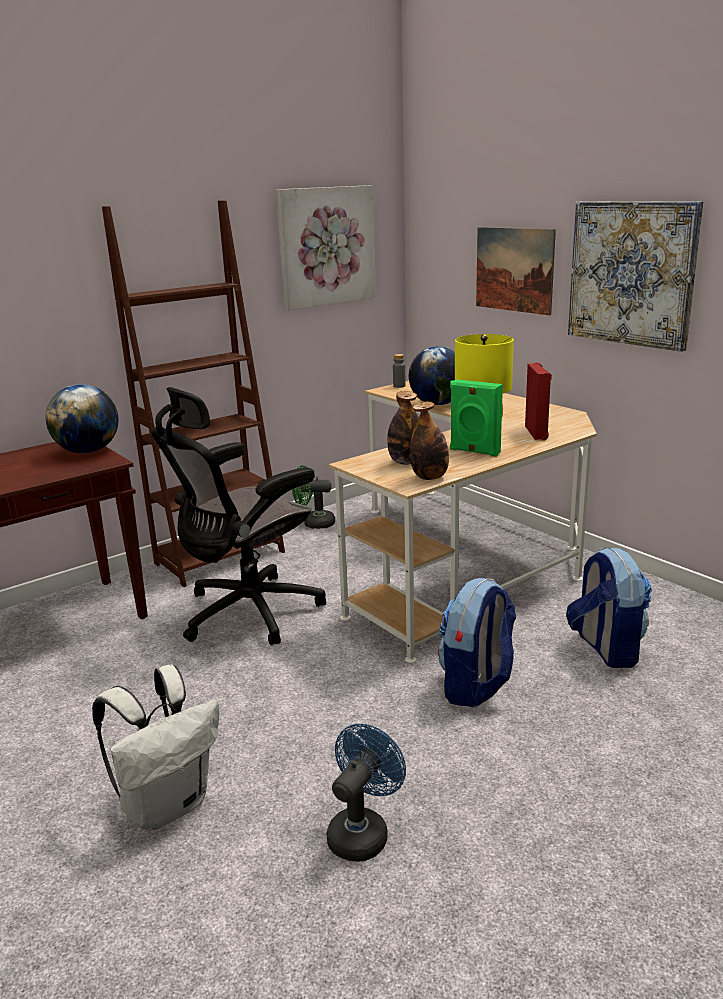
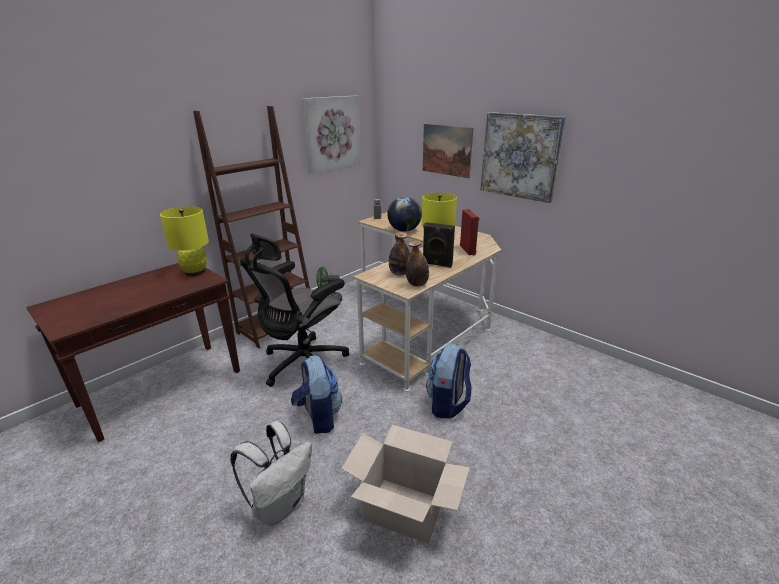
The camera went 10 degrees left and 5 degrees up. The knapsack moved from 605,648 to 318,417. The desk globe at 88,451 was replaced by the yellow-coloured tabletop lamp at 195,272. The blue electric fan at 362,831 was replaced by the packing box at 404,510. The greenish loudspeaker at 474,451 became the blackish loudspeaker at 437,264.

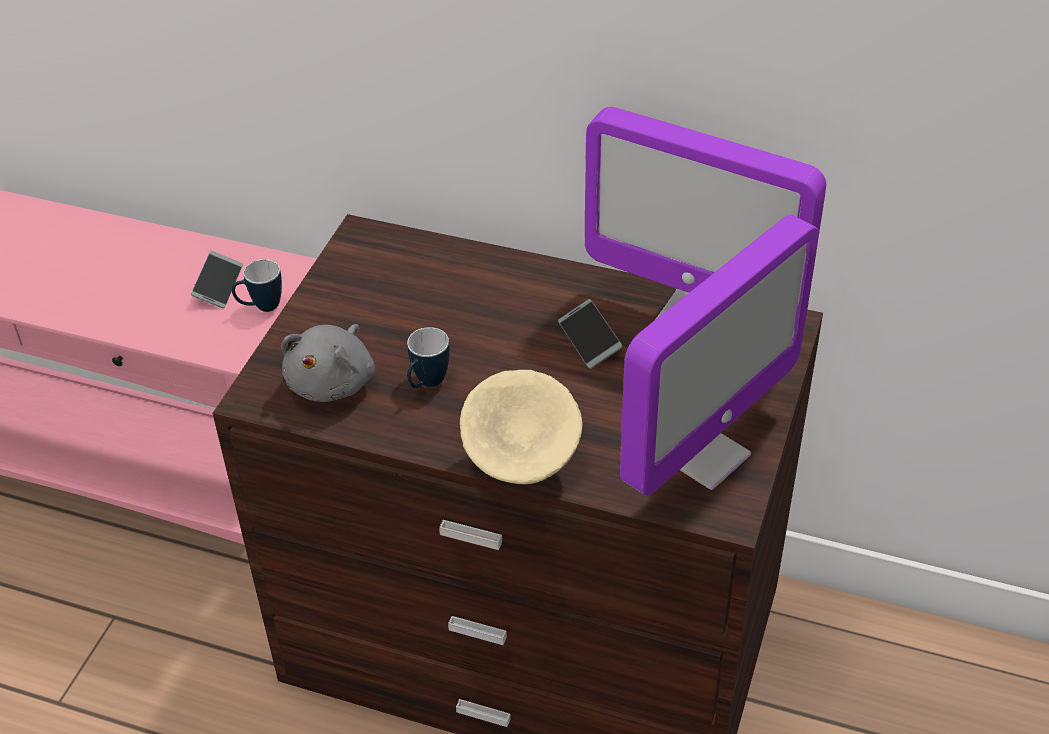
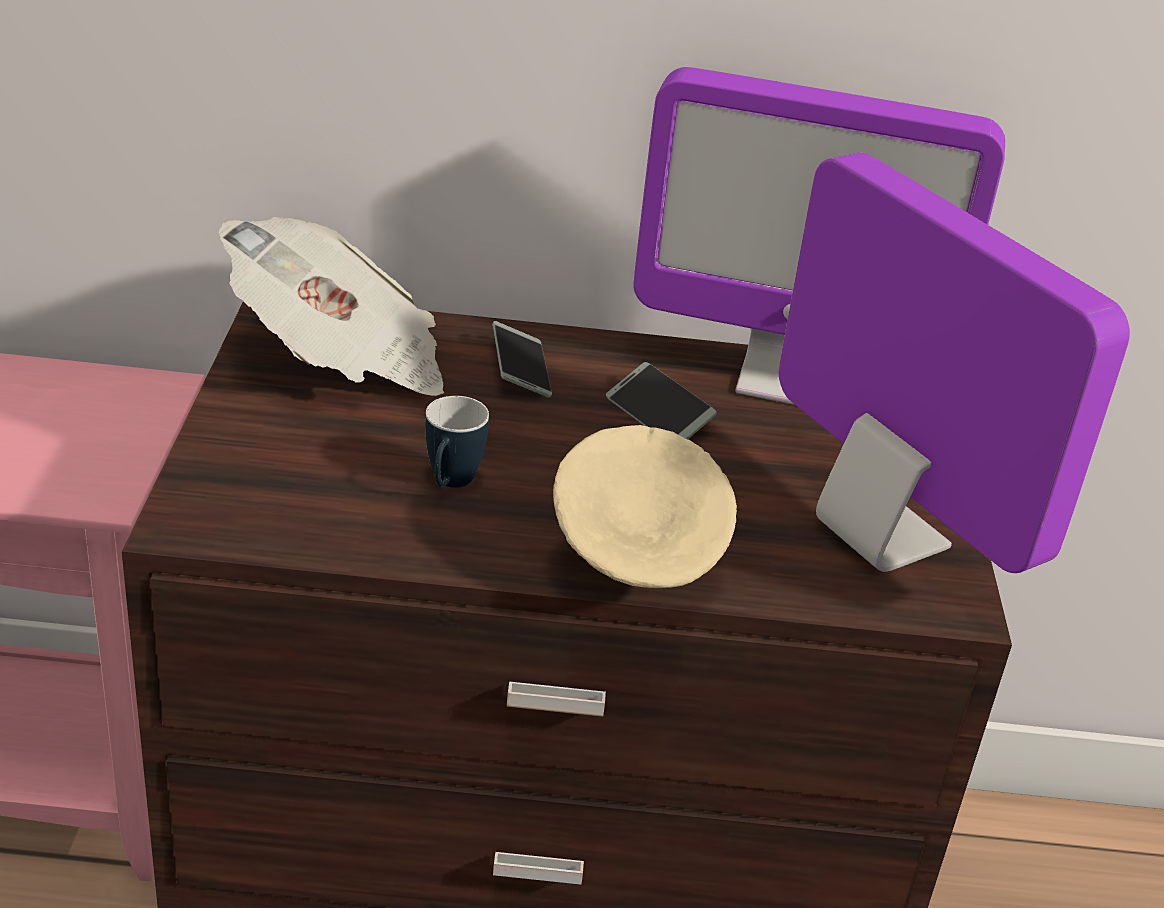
The camera went 20 degrees left and 10 degrees down. The coffee mug at 261,307 disappeared. The greyish cuddly toy at 333,382 disappeared. The daily paper at 341,359 appeared. The phone moved from 218,285 to 520,369. The monitor at 703,455 turned 60 degrees counterclockwise.

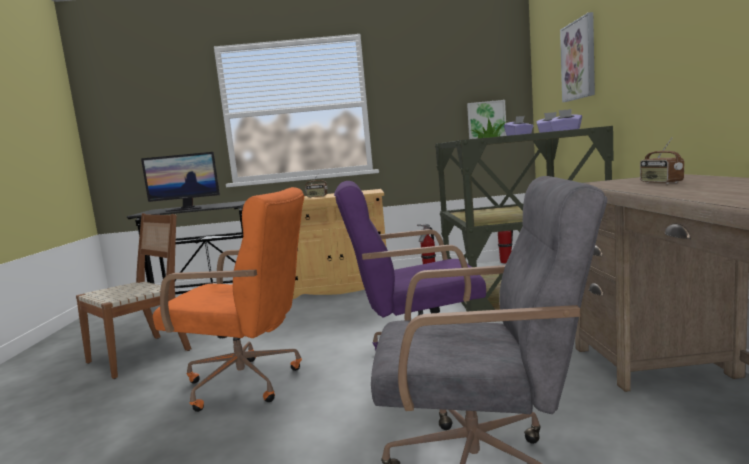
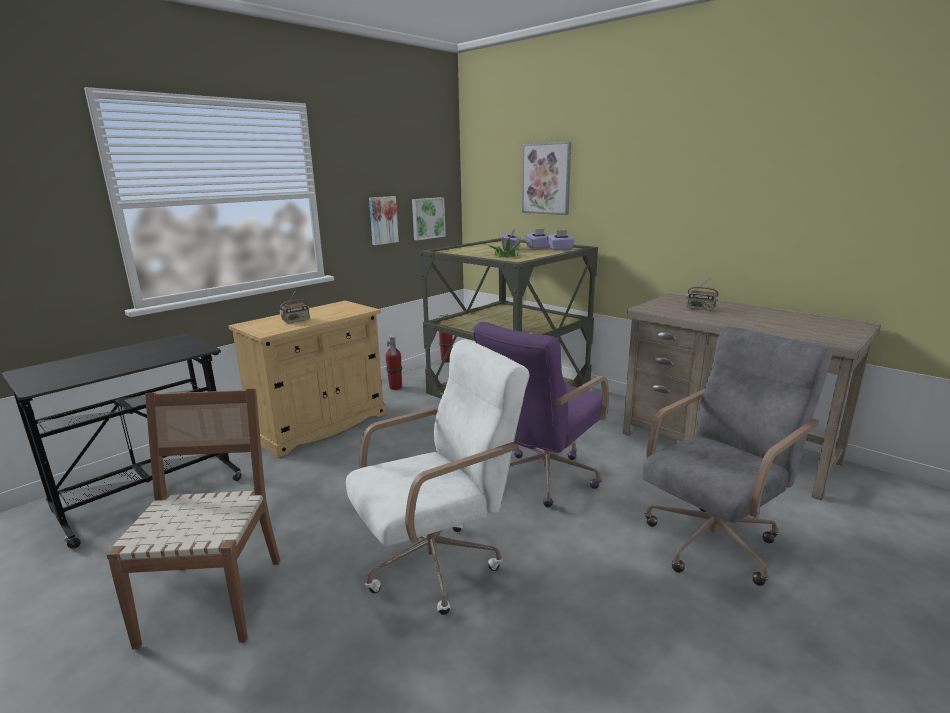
The camera went 45 degrees left and 10 degrees up. The monitor at 186,209 disappeared. The wall picture at 382,220 appeared. The orange office chair at 249,384 became the white office chair at 439,564.

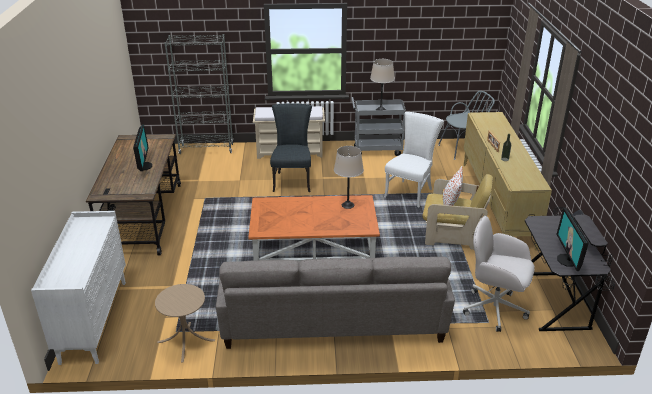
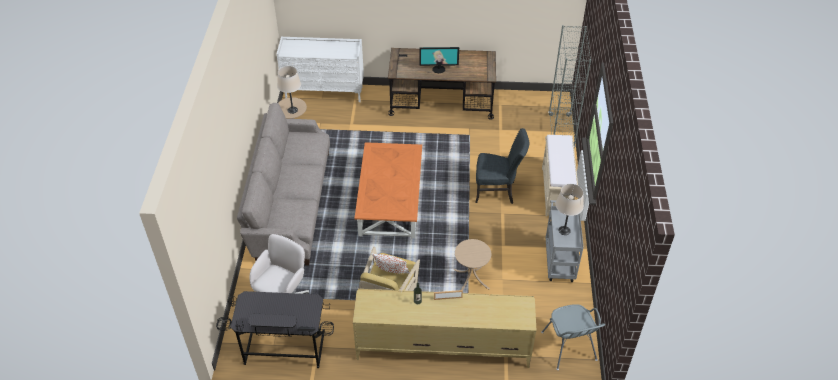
The camera went 95 degrees right and 15 degrees up. The monitor at 567,260 disappeared. The sand-coloured tabletop lamp moved from 348,205 to 292,110. The white upright chair at 410,192 was replaced by the sand-coloured side table at 471,279.

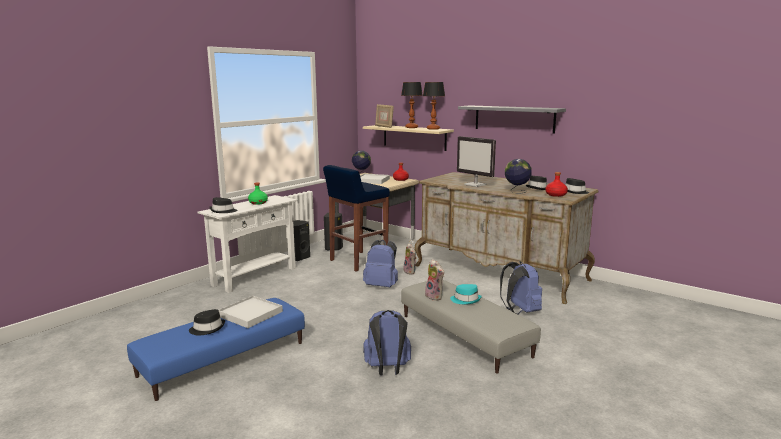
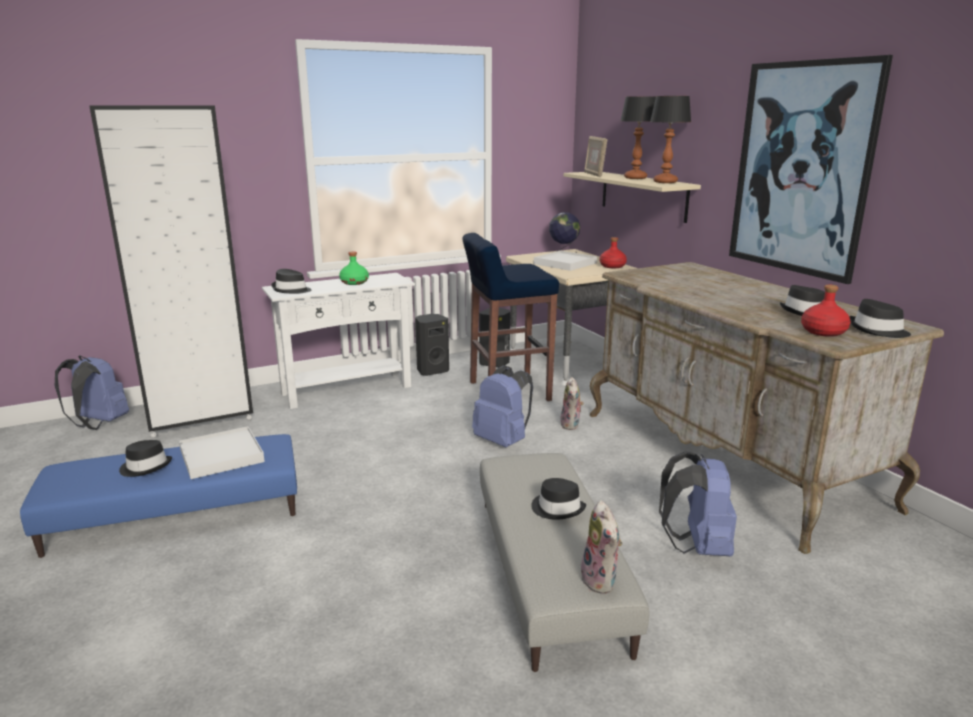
The camera went 25 degrees right and 5 degrees up. The monitor at 475,185 disappeared. The desk globe at 516,192 disappeared. The clothes cupboard at 199,413 appeared. The blue knapsack moved from 387,370 to 98,424. The cuddly toy moved from 435,297 to 601,581. The greyish shelf at 514,119 was replaced by the wall picture at 801,169. The turquoise-coloured wearable hat at 466,300 became the blackish wearable hat at 557,508.

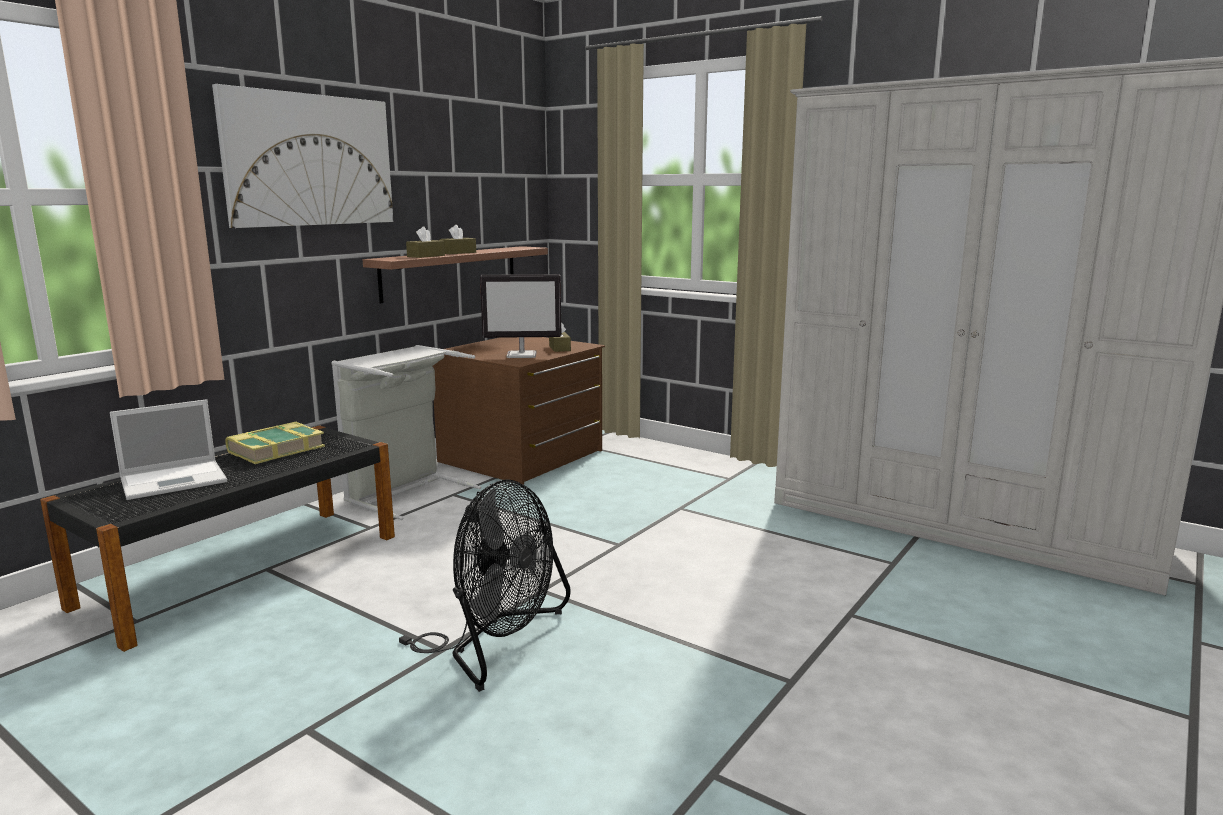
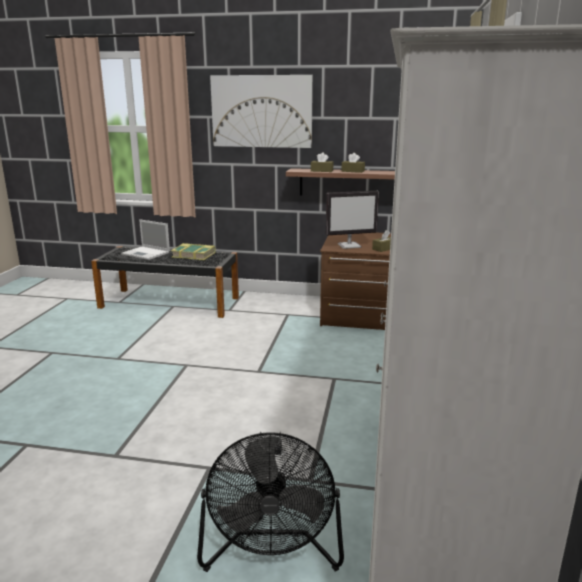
The camera went 65 degrees right and 5 degrees up. The greyish laundry basket at 405,492 disappeared. The blackish electric fan moved from 492,644 to 267,548. The monitor at 522,355 turned 75 degrees counterclockwise.

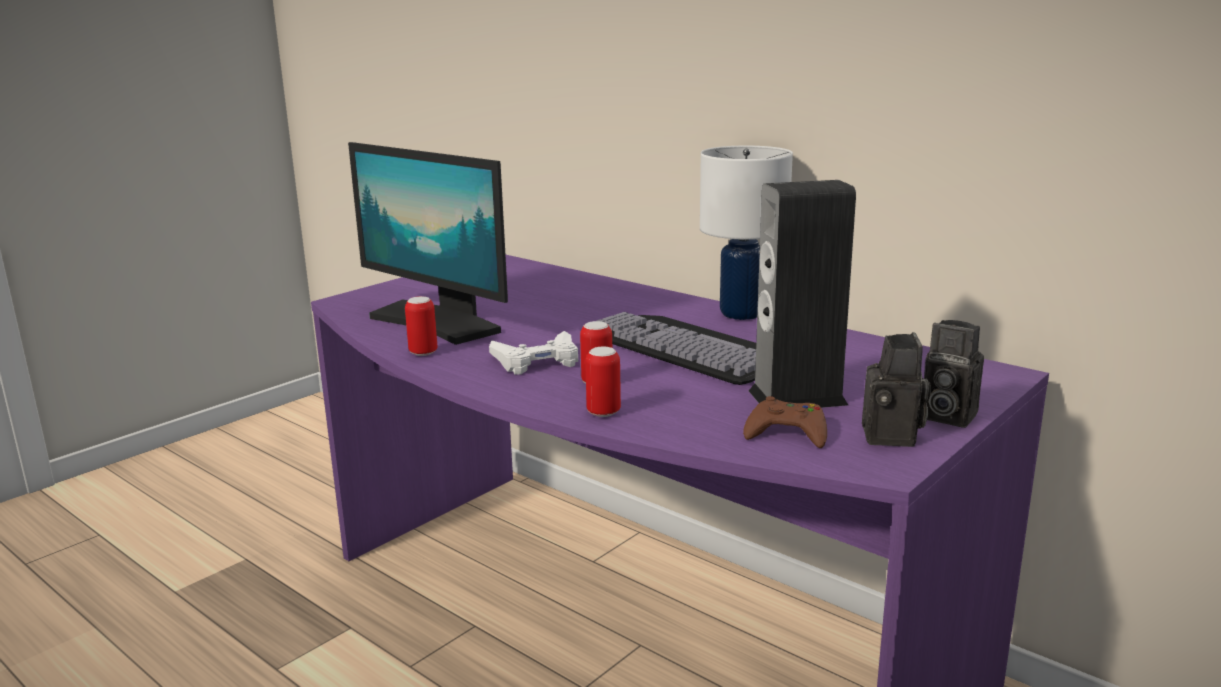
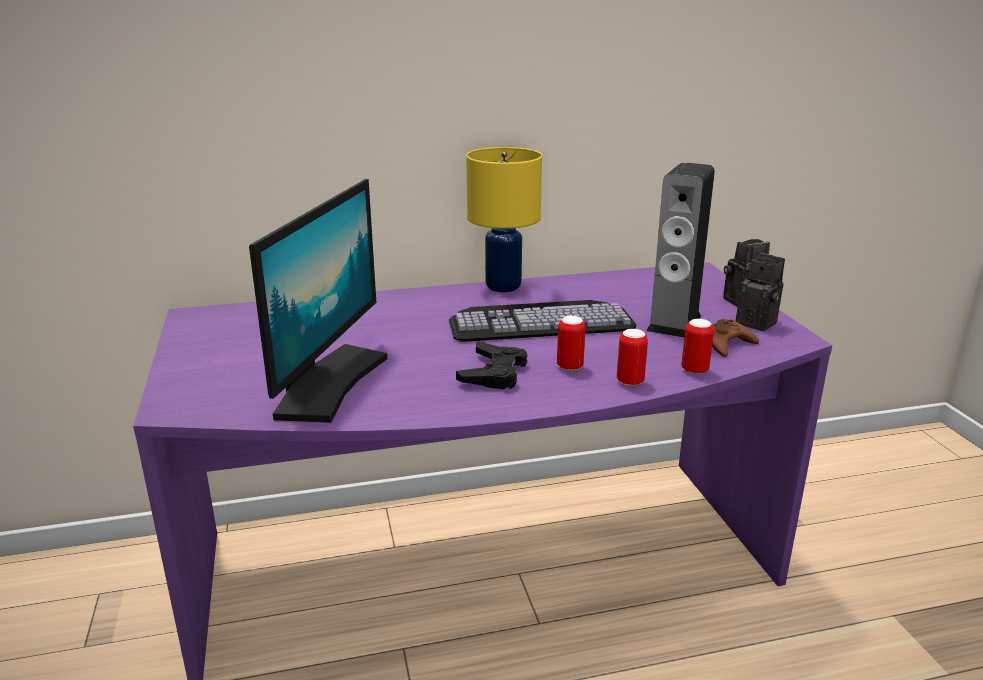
The camera went 55 degrees left and 5 degrees up. The metal can moved from 423,352 to 694,370. The white joypad at 537,361 became the blackish joypad at 494,373. The white tabletop lamp at 741,313 became the yellow-coloured tabletop lamp at 501,286. The monitor at 437,322 turned 60 degrees counterclockwise.

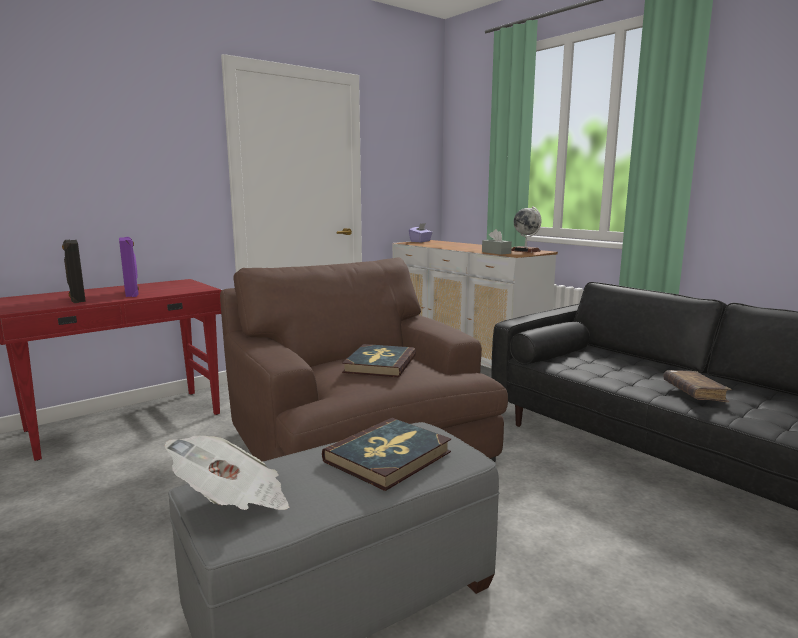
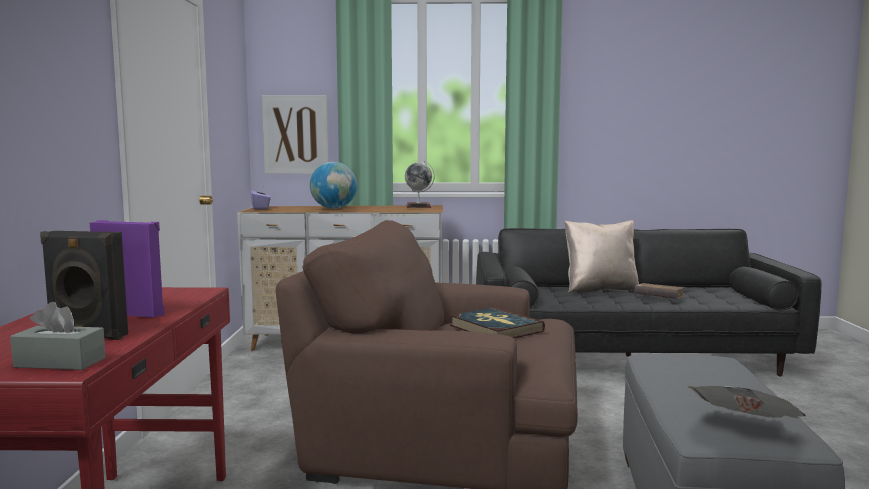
The camera went 50 degrees left and 5 degrees down. The volume at 388,457 disappeared. The wall picture at 295,134 appeared. The desk globe at 334,208 appeared. The sand-coloured throw pillow at 600,289 appeared. The greyish box of tissues moved from 496,252 to 60,362.

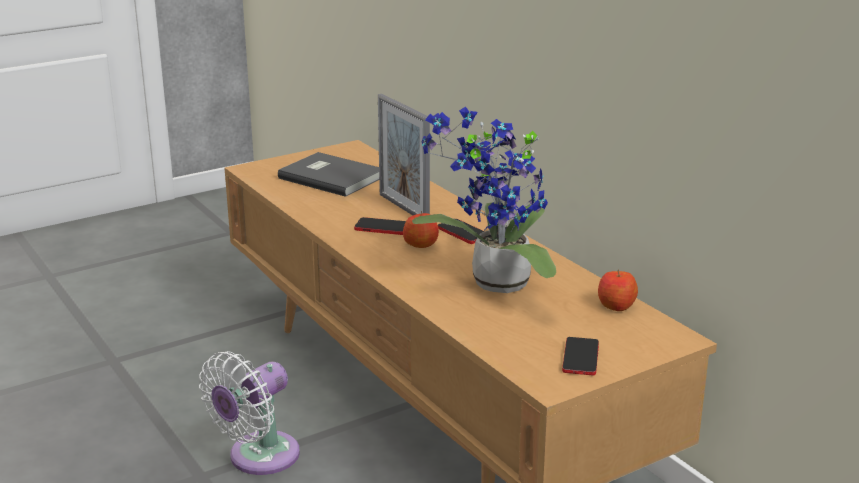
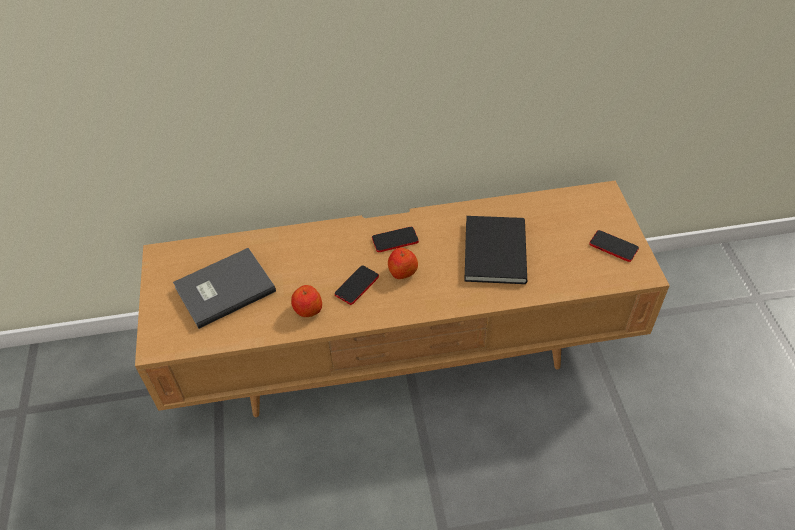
The camera went 65 degrees left and 25 degrees up. The white electric fan at 258,458 disappeared. The photo frame at 403,208 disappeared. The apple fruit moved from 616,306 to 307,309. The potted plant at 494,284 was replaced by the blackish volume at 492,252.

